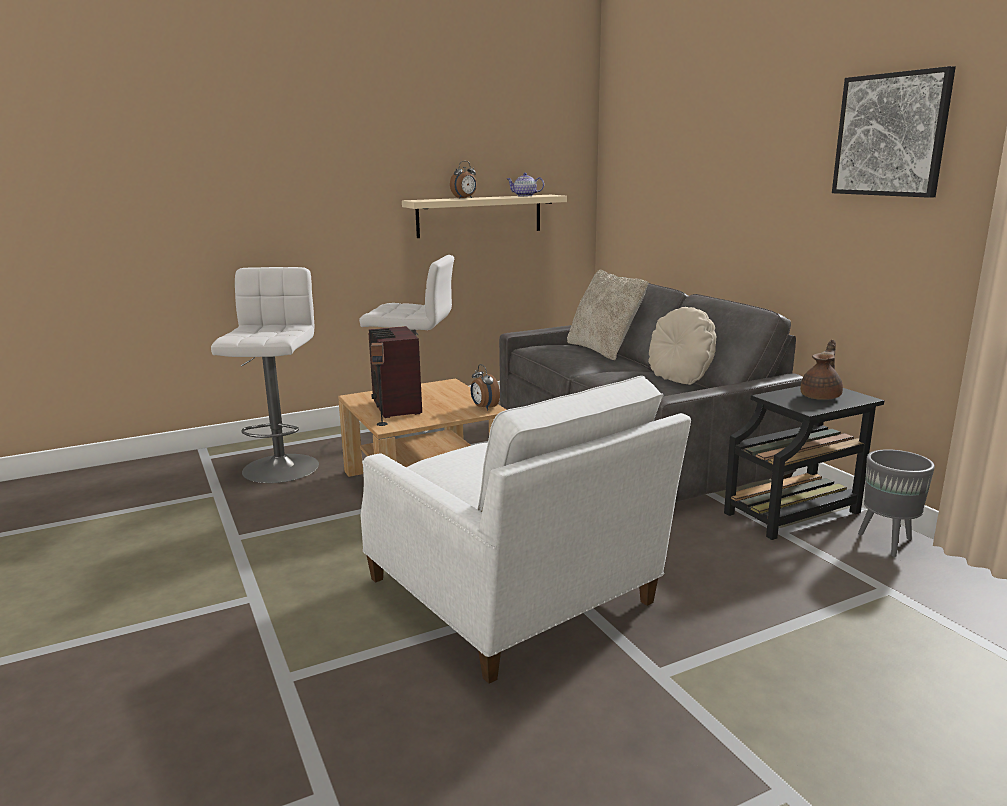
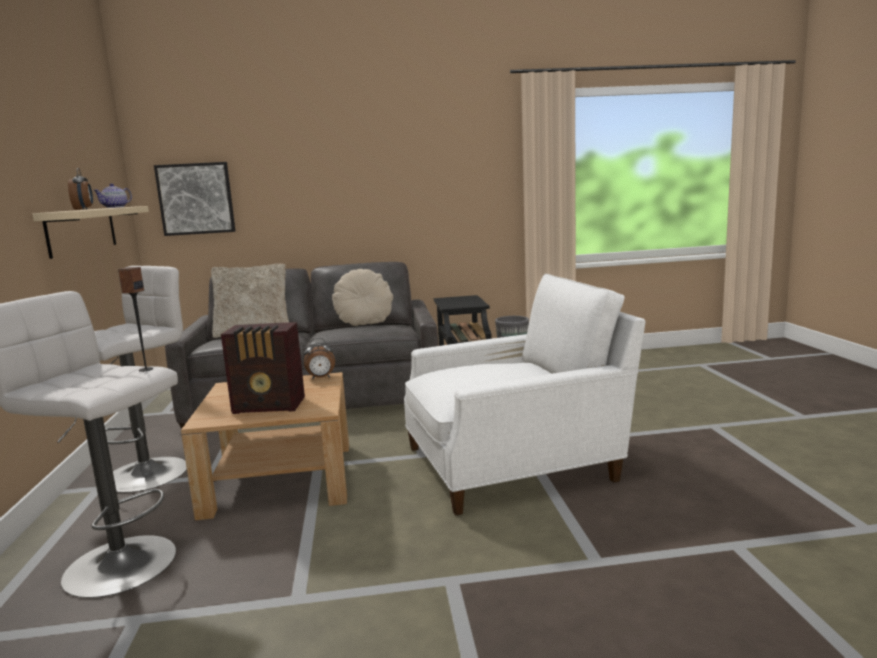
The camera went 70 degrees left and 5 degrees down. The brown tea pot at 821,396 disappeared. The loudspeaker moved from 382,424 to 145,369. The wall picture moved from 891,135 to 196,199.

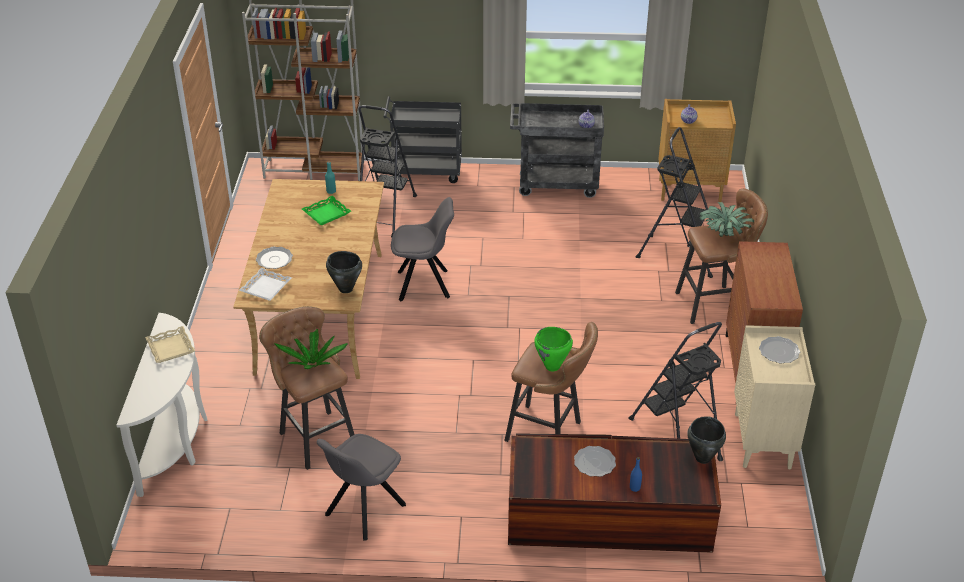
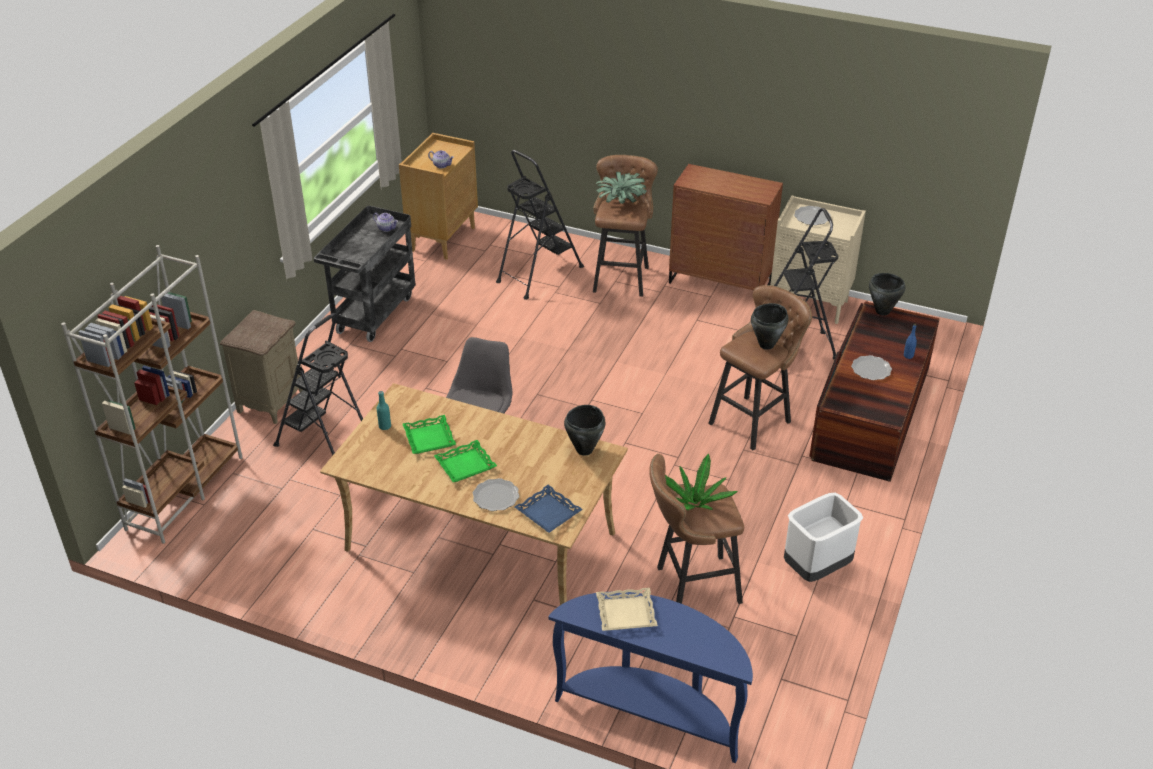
The camera went 70 degrees left and 0 degrees up. The greenish serving tray at 465,465 appeared. The greyish upright chair at 364,510 was replaced by the white rubbish bin at 816,569. The greyish trolley at 425,174 was replaced by the sand-coloured nightstand at 272,402. The white narrow table at 176,441 became the blue narrow table at 652,711. The white serving tray at 265,287 became the blue serving tray at 548,513. The greenish stockpot at 552,366 became the blackish stockpot at 767,345.

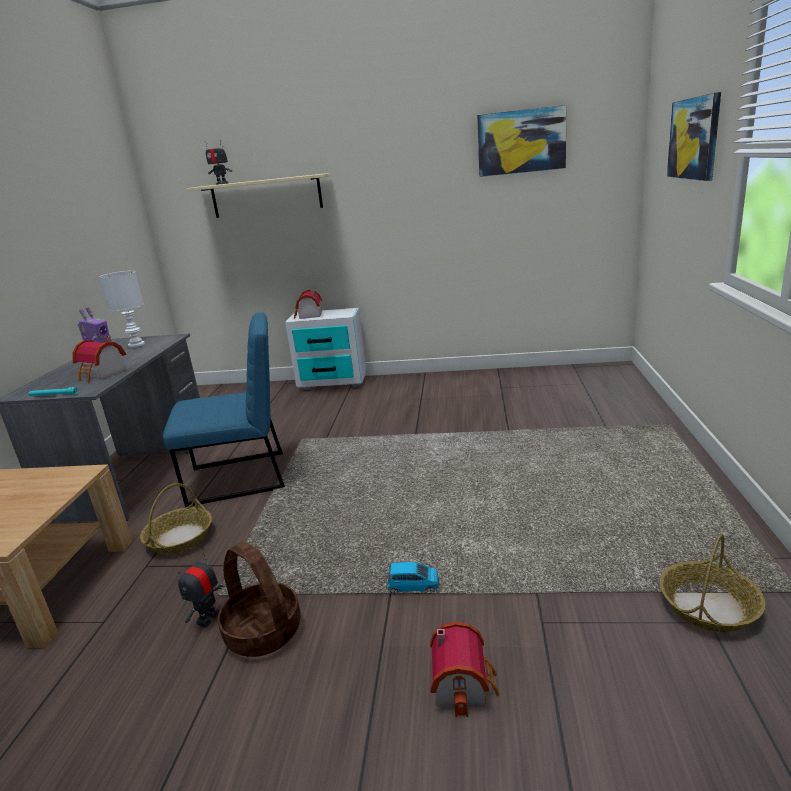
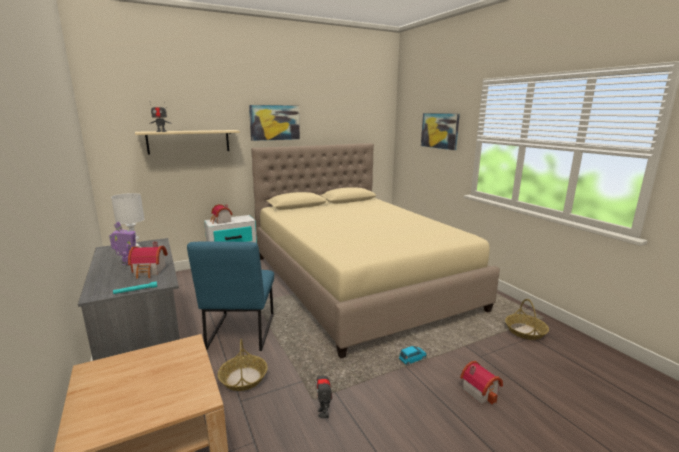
The camera went 35 degrees left and 5 degrees down. The basket at 262,632 disappeared. The sand-coloured bedroom bed at 357,281 appeared. The wall picture moved from 521,141 to 274,122. The blue upright chair at 241,477 turned 135 degrees clockwise.

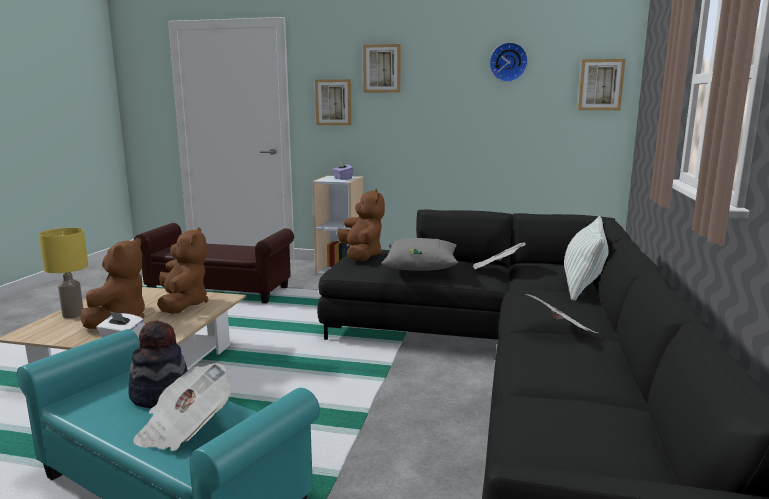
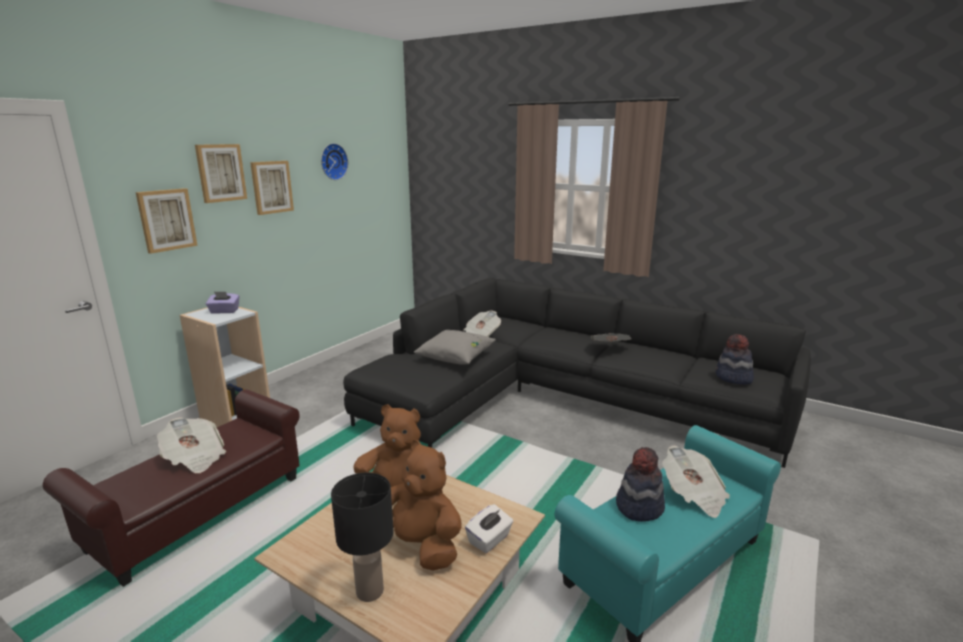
The camera went 70 degrees left and 5 degrees up. The brown cuddly toy at 361,256 disappeared. The throw pillow at 583,284 disappeared. The daily paper at 195,458 appeared. The wearable hat at 733,378 appeared. The wall picture moved from 600,85 to 271,187. The yellow-coloured tabletop lamp at 72,315 became the blackish tabletop lamp at 370,591.

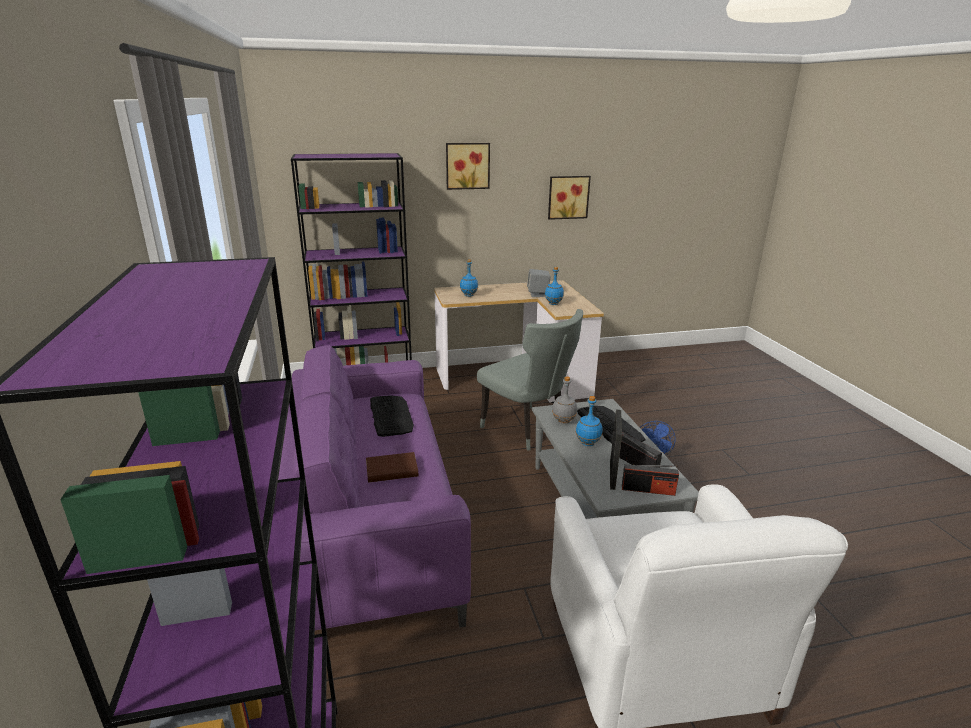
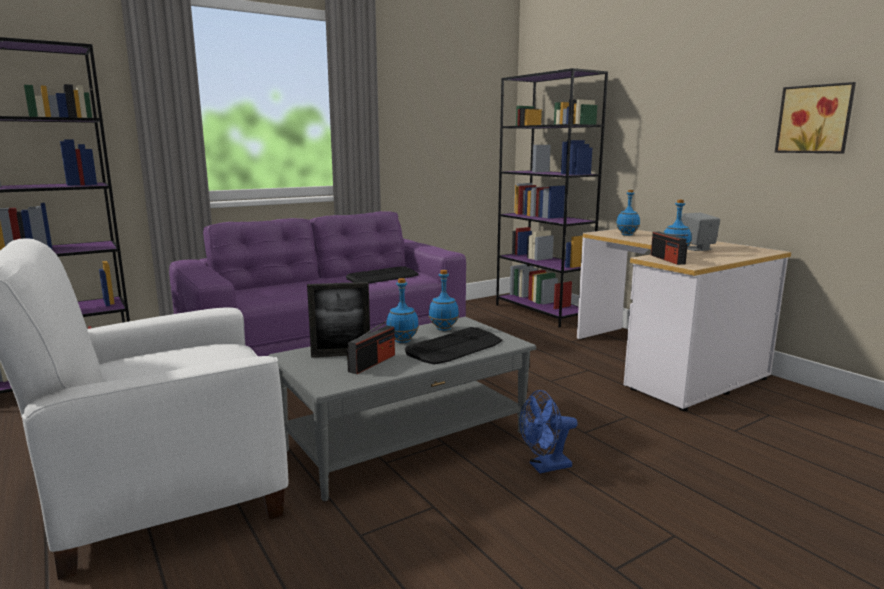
The camera went 70 degrees right and 10 degrees down. The brown volume at 392,470 disappeared. The wall picture at 467,166 disappeared. The greyish upright chair at 527,430 disappeared. The radio set moved from 648,490 to 667,259. The greyish drink bottle at 563,422 became the blue drink bottle at 443,329.

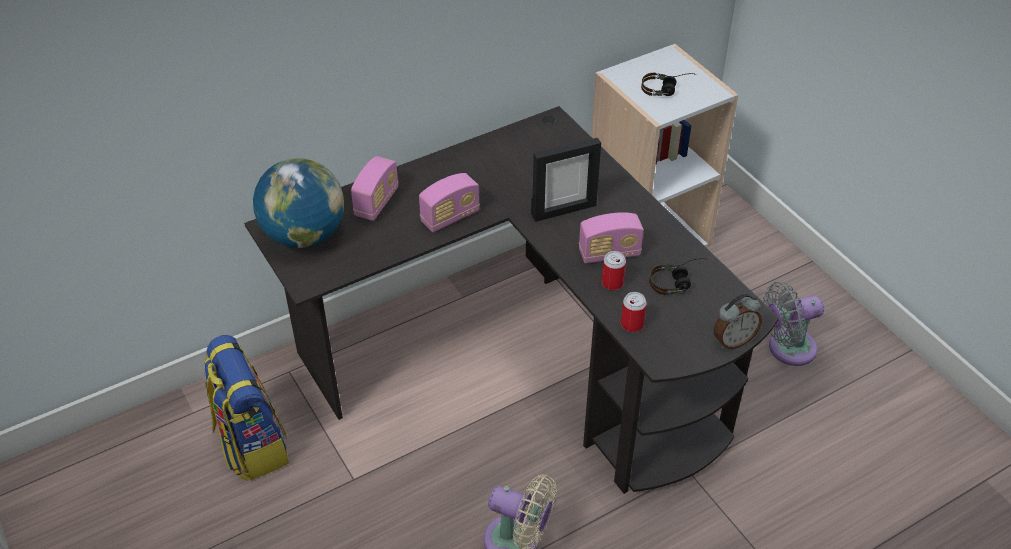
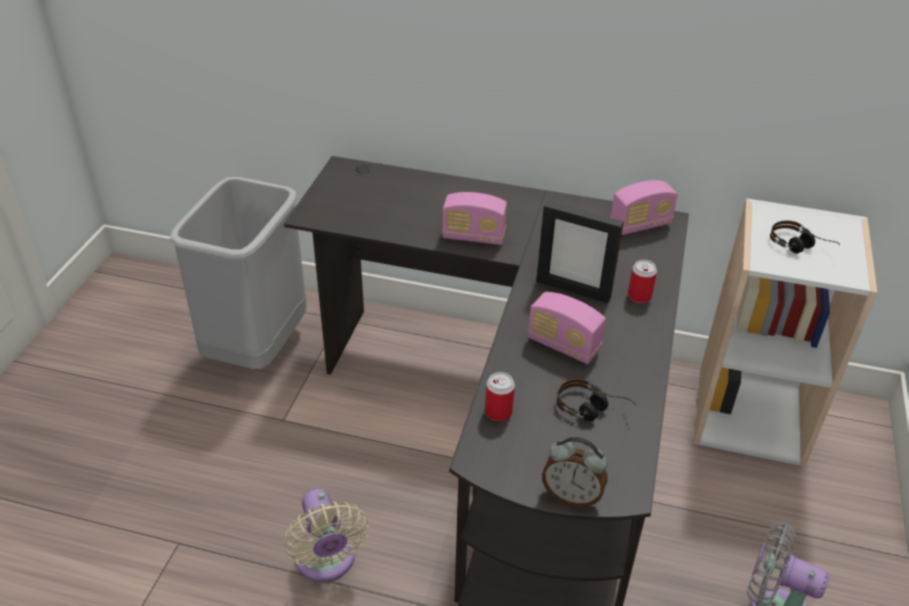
The camera went 45 degrees right and 5 degrees down. The desk globe at 304,235 disappeared. The radio set moved from 377,203 to 640,225. The metal can moved from 612,283 to 639,296. The knapsack at 251,444 was replaced by the greyish rubbish bin at 256,346.

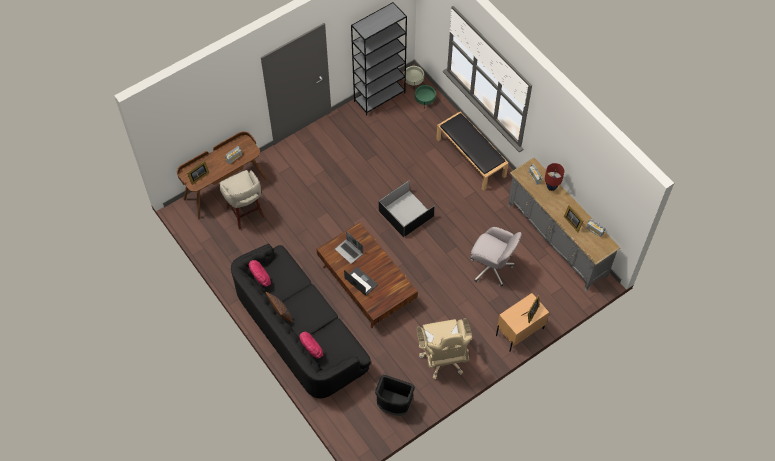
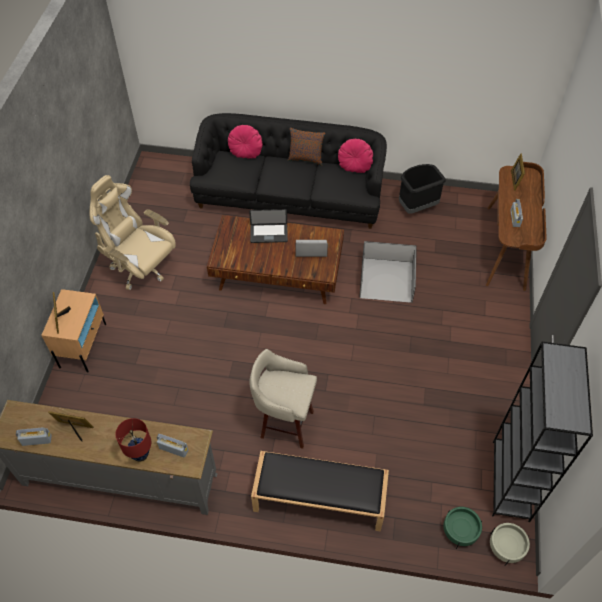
The camera went 135 degrees right and 5 degrees down. The greyish office chair at 491,269 disappeared. The sand-coloured stool moved from 246,214 to 284,424. The blackish rubbish bin moved from 394,405 to 416,207. The blackish storage box moved from 406,214 to 386,279.

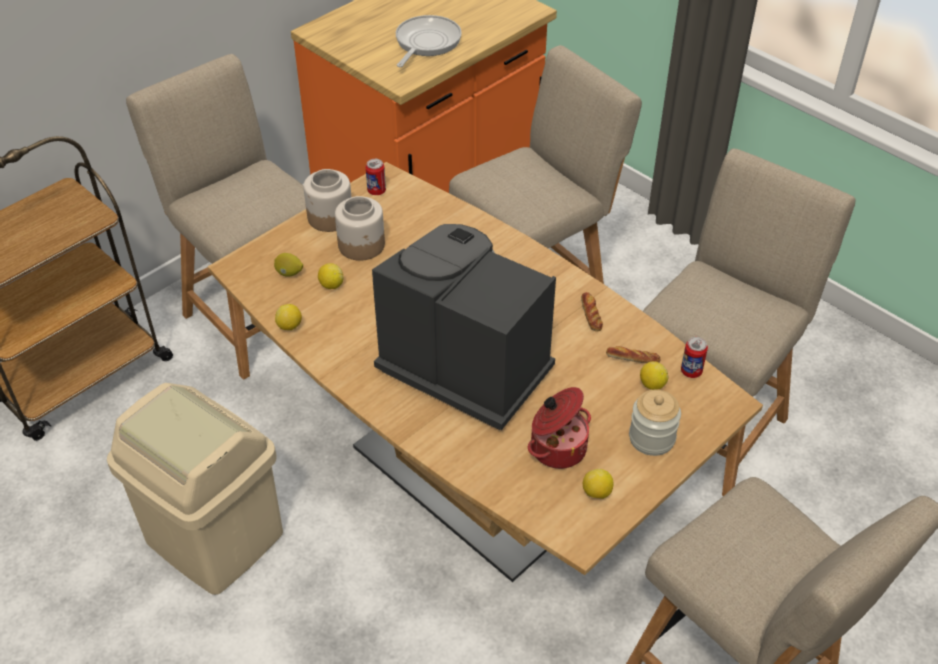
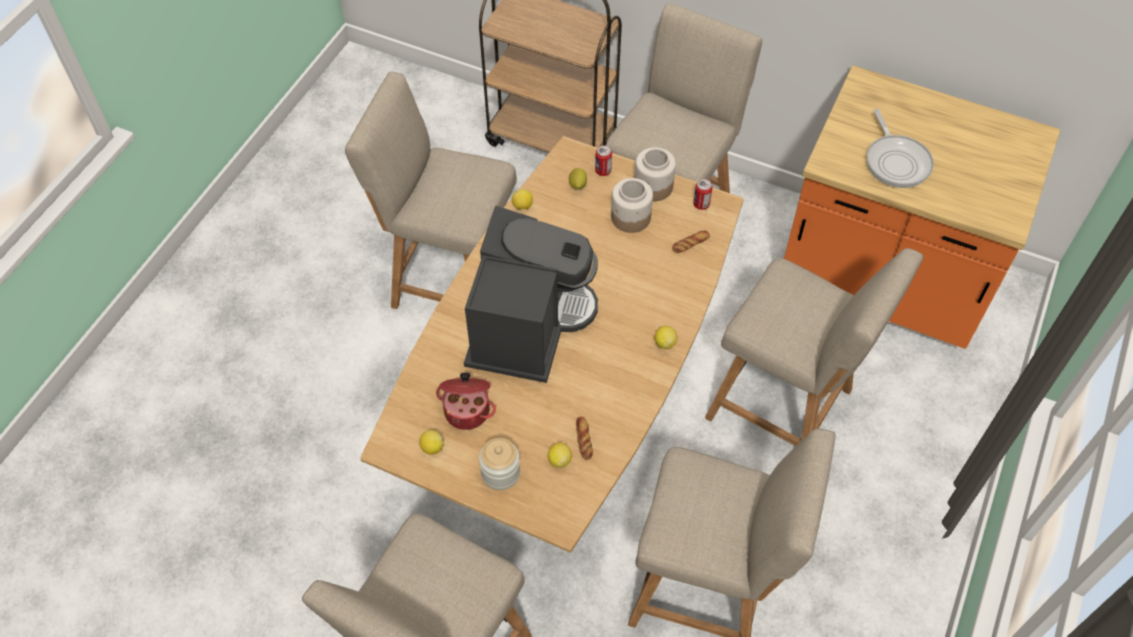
The camera went 70 degrees right and 10 degrees up. The lemon moved from 331,285 to 664,343. The bakery bread moved from 591,314 to 690,243. The metal can moved from 691,371 to 603,171. The sand-coloured rubbish bin at 214,538 was replaced by the sand-coloured upright chair at 450,278. The skillet at 426,43 turned 75 degrees clockwise.

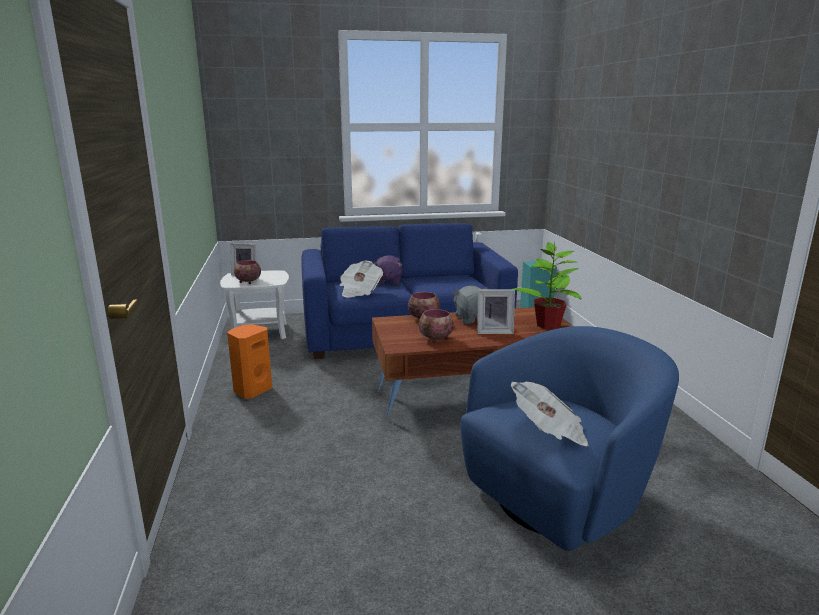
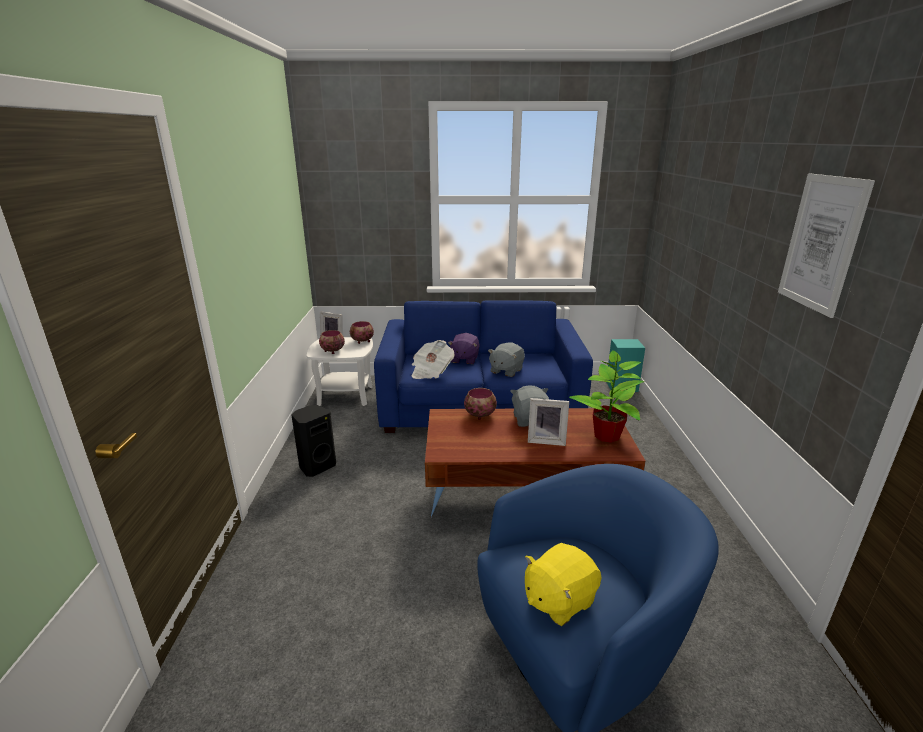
The camera went 10 degrees right and 5 degrees up. The greyish cuddly toy at 506,371 appeared. The wall picture at 821,243 appeared. The bowl moved from 435,339 to 362,341. The daily paper at 549,431 was replaced by the yellow-coloured cuddly toy at 558,599. The orange loudspeaker at 252,390 became the blackish loudspeaker at 316,466.

